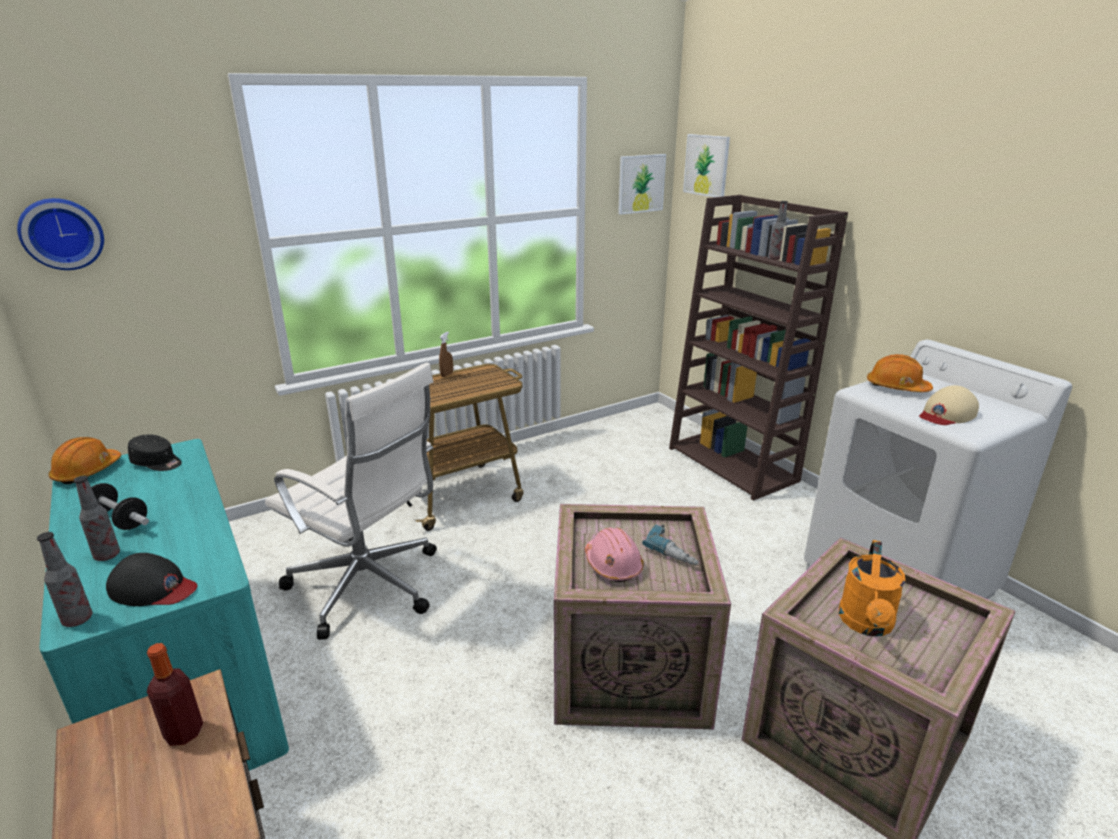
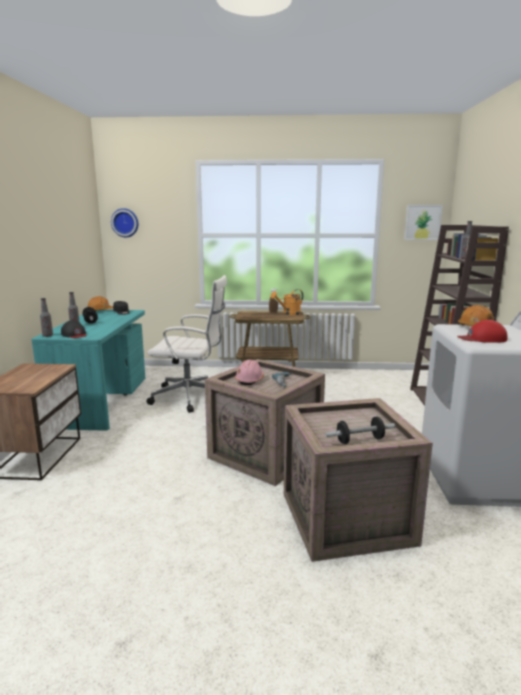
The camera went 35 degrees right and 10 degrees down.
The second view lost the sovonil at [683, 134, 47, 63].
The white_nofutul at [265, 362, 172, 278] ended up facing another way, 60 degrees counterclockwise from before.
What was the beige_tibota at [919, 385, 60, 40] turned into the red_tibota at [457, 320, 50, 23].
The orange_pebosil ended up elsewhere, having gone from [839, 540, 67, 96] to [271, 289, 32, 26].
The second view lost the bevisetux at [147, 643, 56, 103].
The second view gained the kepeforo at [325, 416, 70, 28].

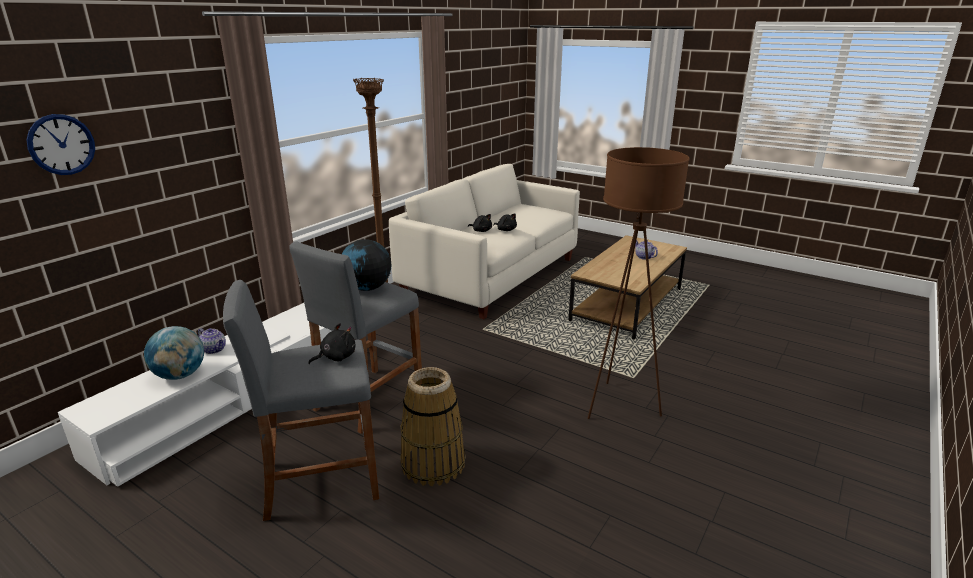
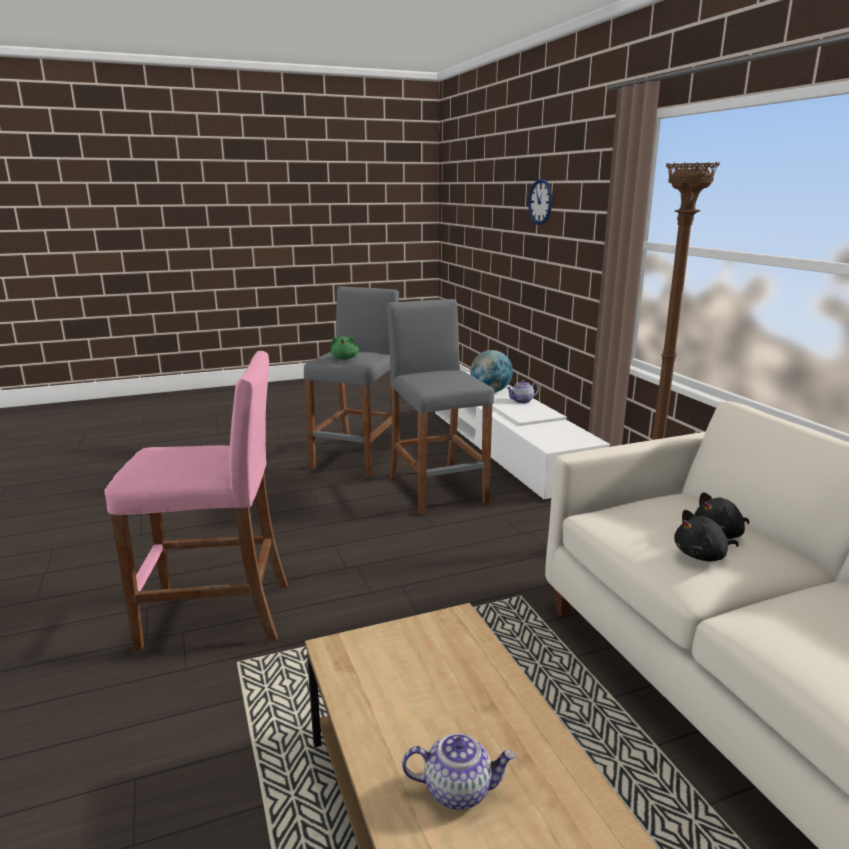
The camera went 125 degrees right and 5 degrees down.
Where the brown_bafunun stood at [588, 147, 101, 272], the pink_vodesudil came to stand at [104, 351, 184, 300].
The second view lost the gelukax at [342, 239, 49, 52].
What was the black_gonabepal at [308, 323, 48, 41] turned into the green_gonabepal at [331, 336, 28, 23].
The second view lost the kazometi at [400, 367, 65, 119].

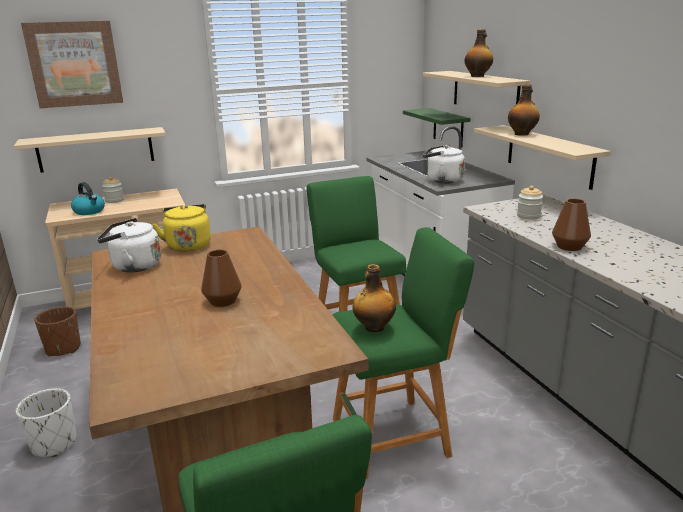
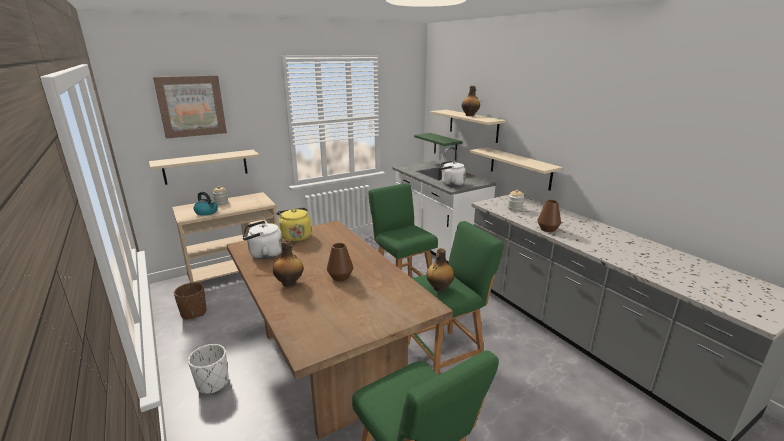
The camera went 10 degrees left and 0 degrees up.
The bevisetux ended up elsewhere, having gone from [508, 84, 32, 52] to [273, 239, 30, 48].

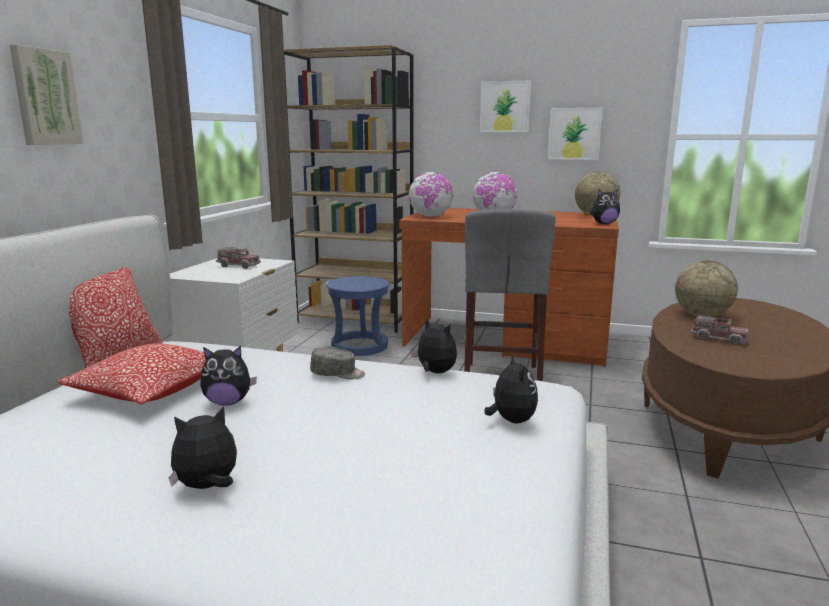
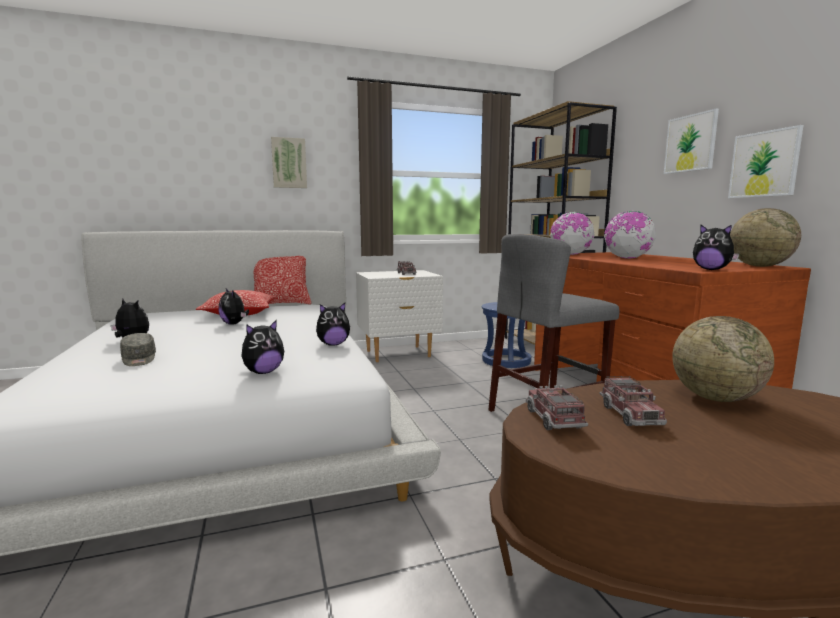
The camera went 55 degrees right and 5 degrees down.
The gonabepal at [410, 317, 47, 56] ended up facing another way, 60 degrees clockwise from before.
The grey_tibota ended up elsewhere, having gone from [310, 346, 55, 33] to [120, 333, 36, 33].
The second view gained the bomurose at [526, 385, 62, 45].

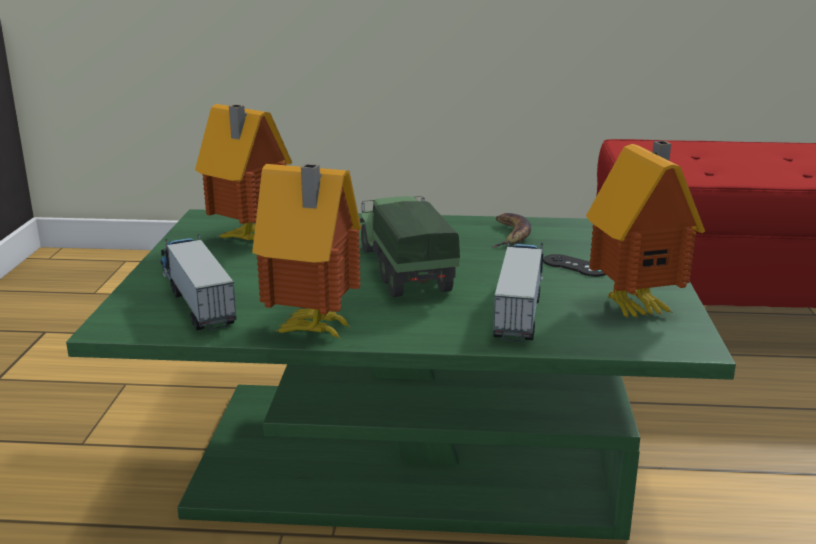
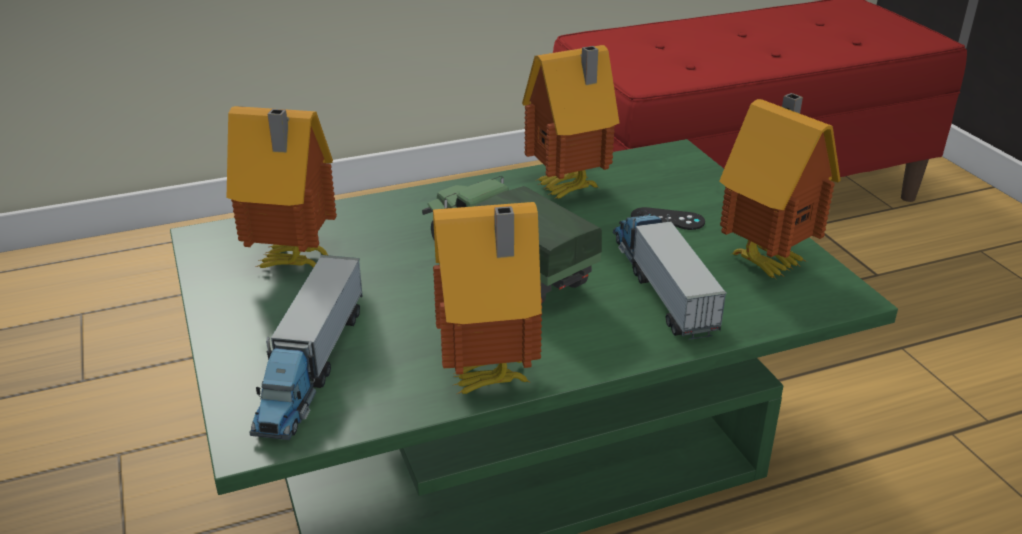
The camera went 25 degrees left and 10 degrees up.
Where the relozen stood at [491, 213, 40, 35], the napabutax came to stand at [522, 45, 97, 154].
The bomurose at [160, 234, 77, 97] ended up facing another way, 120 degrees counterclockwise from before.

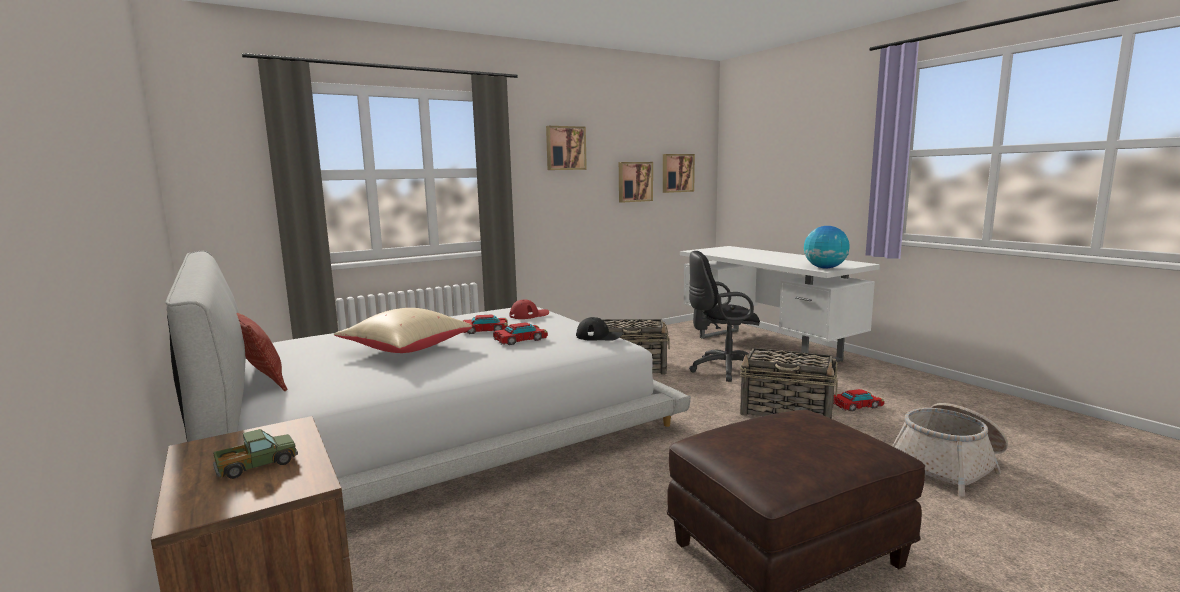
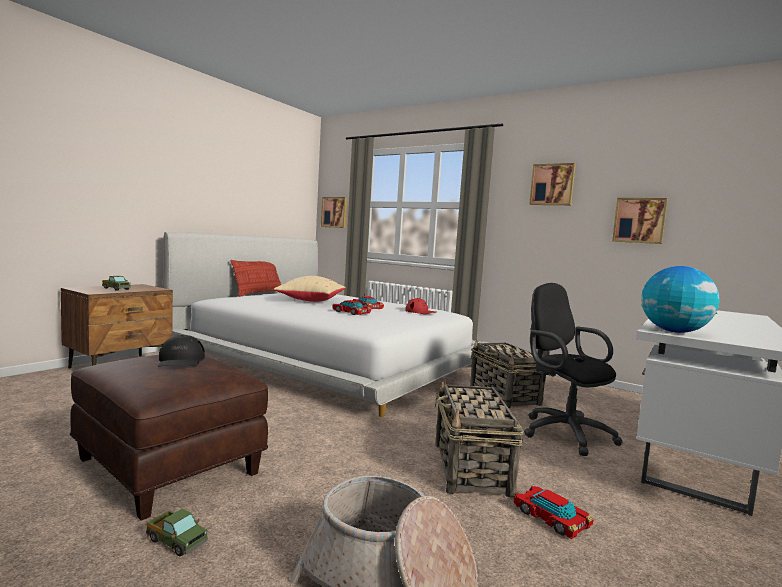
The camera went 65 degrees right and 5 degrees down.
The sovonil ended up elsewhere, having gone from [663, 154, 32, 39] to [321, 197, 27, 31].
The black_tibota ended up elsewhere, having gone from [576, 317, 47, 24] to [158, 335, 47, 32].
The second view gained the bomurose at [146, 508, 62, 48].

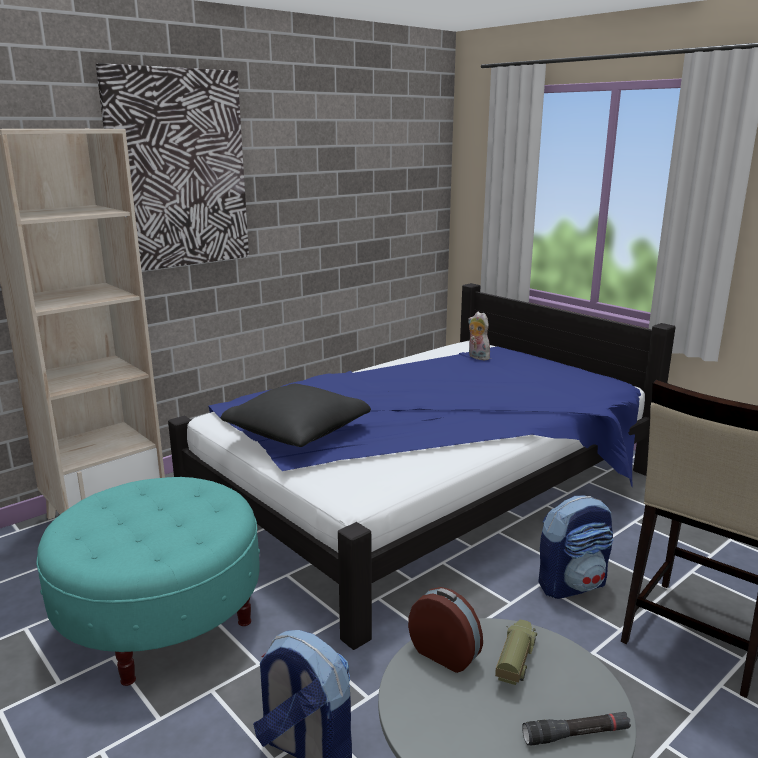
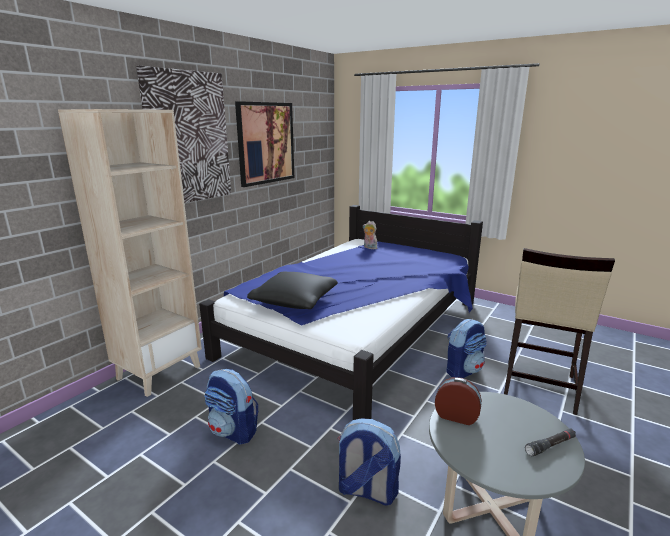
The camera went 15 degrees left and 0 degrees up.
Where the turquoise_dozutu stood at [36, 477, 224, 209], the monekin came to stand at [205, 369, 53, 76].
The second view lost the bomurose at [495, 620, 42, 65].
The second view gained the sovonil at [235, 101, 59, 86].

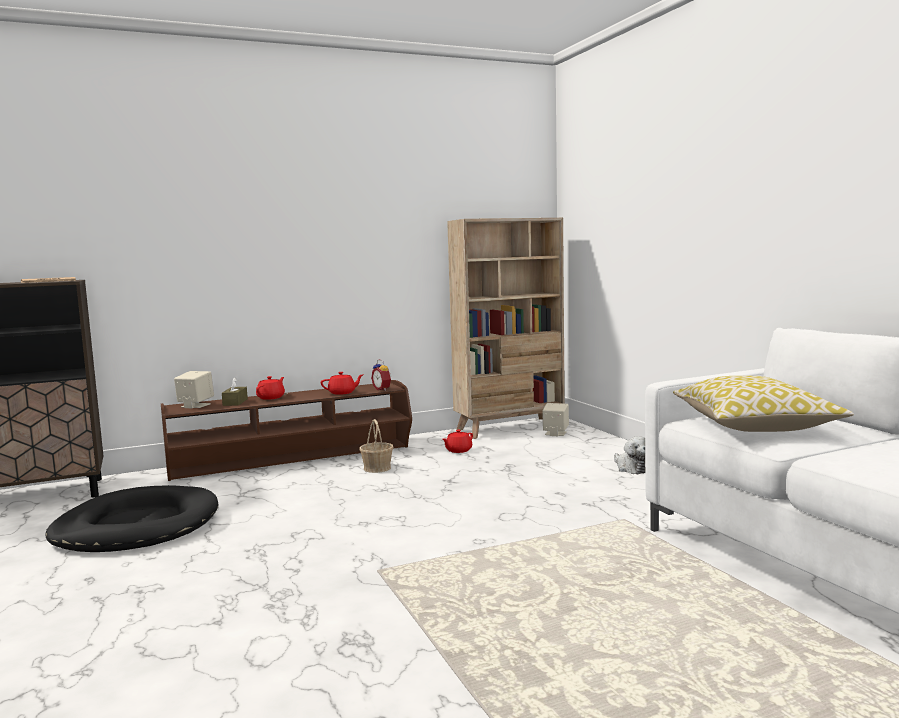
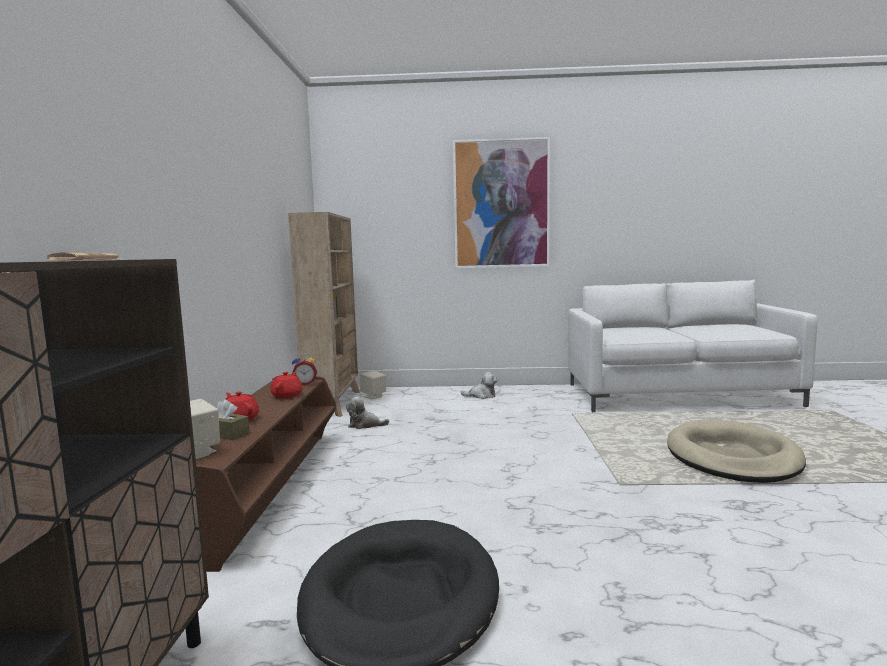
The camera went 65 degrees left and 0 degrees up.
The second view lost the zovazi at [673, 376, 181, 56].
The second view lost the kazometi at [359, 419, 34, 54].
Where the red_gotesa stood at [443, 430, 30, 23], the gonabepal came to stand at [346, 397, 43, 32].
The second view gained the sovonil at [453, 137, 97, 131].
The second view gained the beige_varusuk at [667, 420, 139, 63].

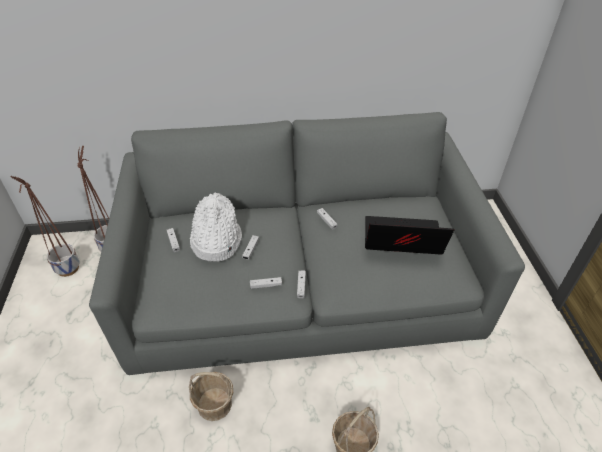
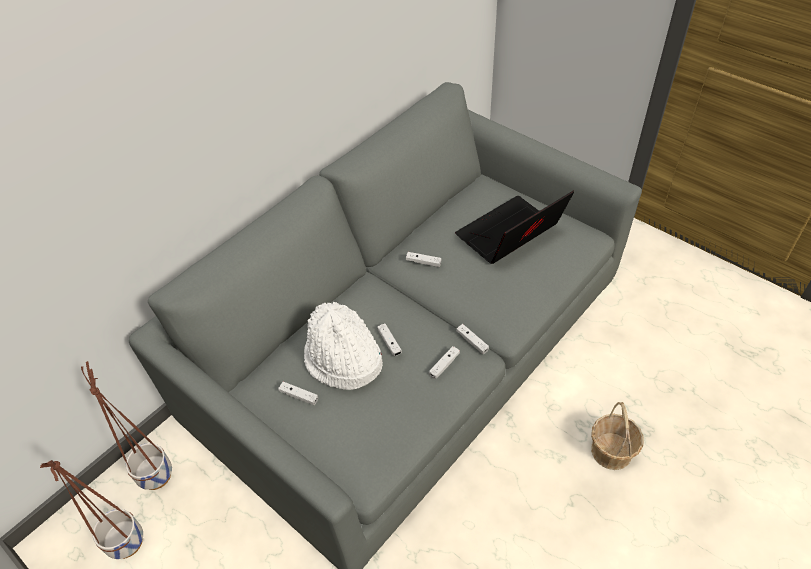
The camera went 40 degrees left and 5 degrees up.
The second view lost the kazometi at [189, 372, 44, 49].

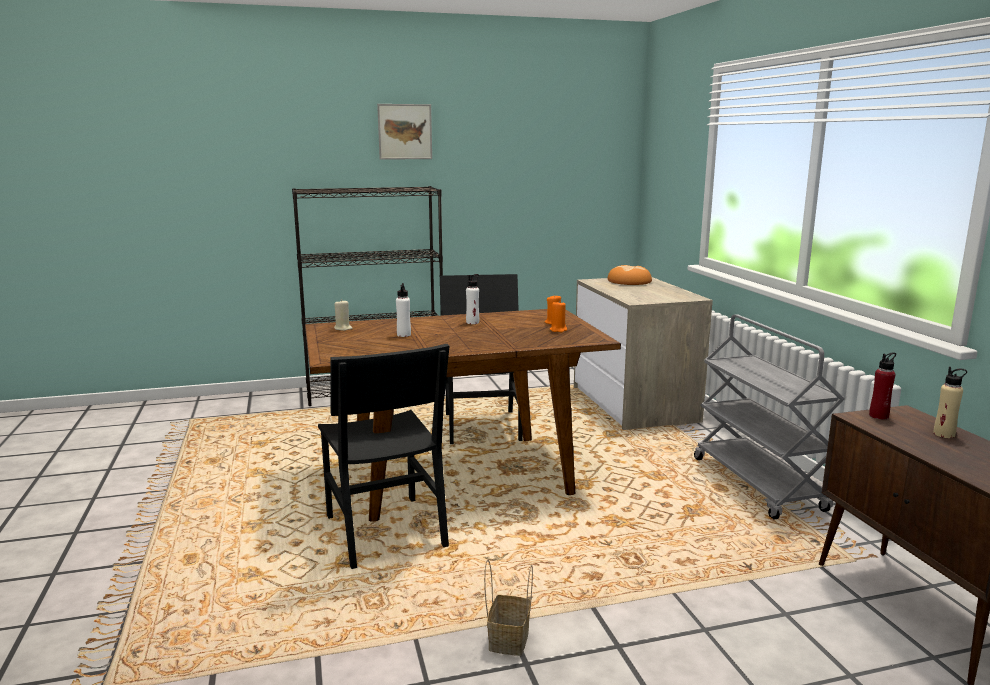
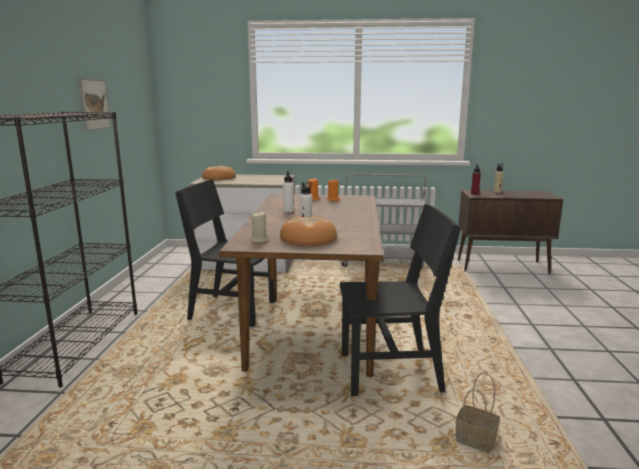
The camera went 70 degrees left and 0 degrees up.
The sovonil ended up elsewhere, having gone from [377, 104, 55, 56] to [78, 78, 34, 53].
The kazometi ended up elsewhere, having gone from [484, 559, 49, 97] to [456, 372, 44, 81].
The second view gained the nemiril at [280, 216, 57, 29].

